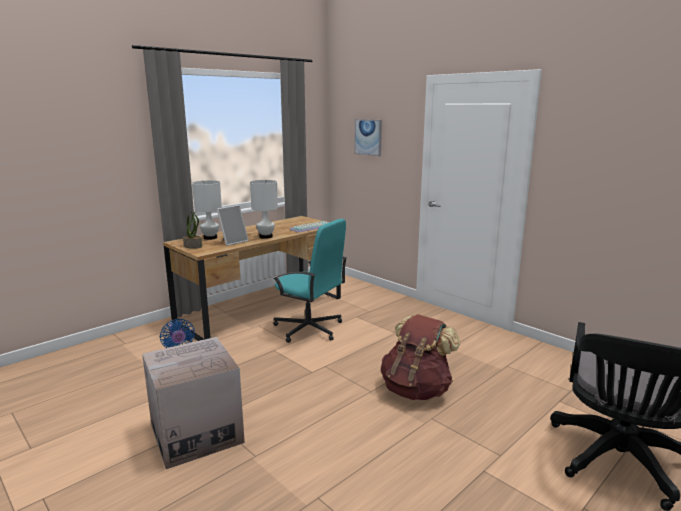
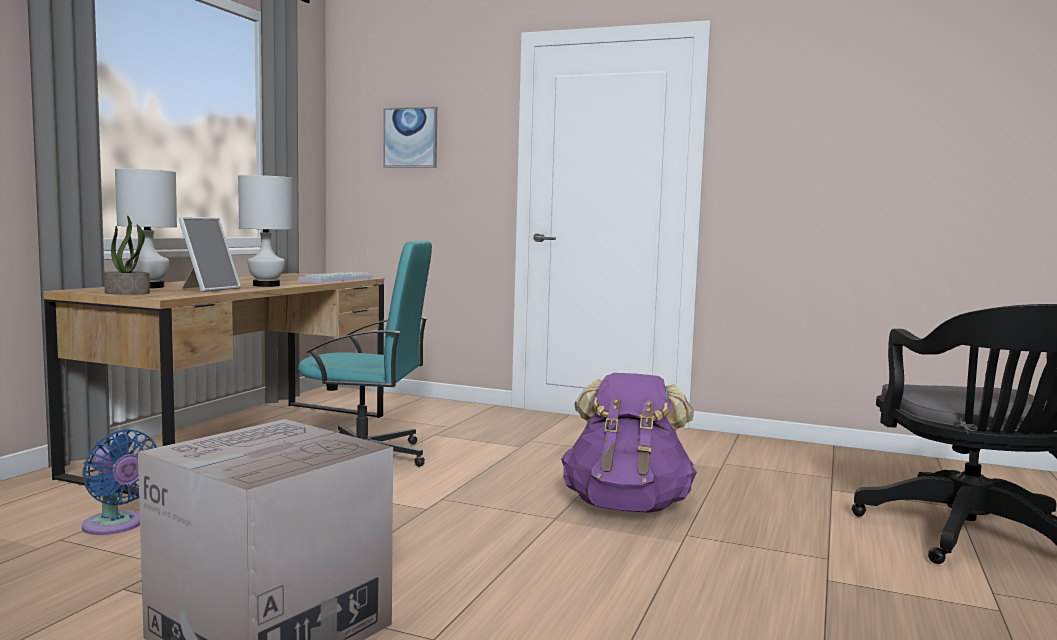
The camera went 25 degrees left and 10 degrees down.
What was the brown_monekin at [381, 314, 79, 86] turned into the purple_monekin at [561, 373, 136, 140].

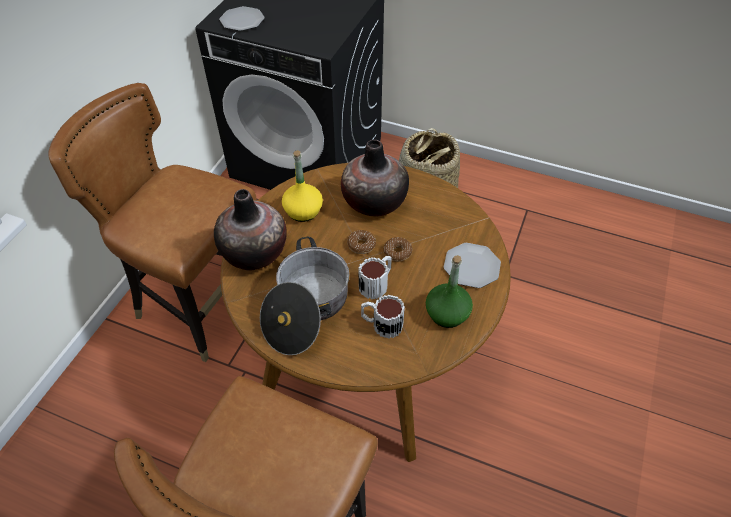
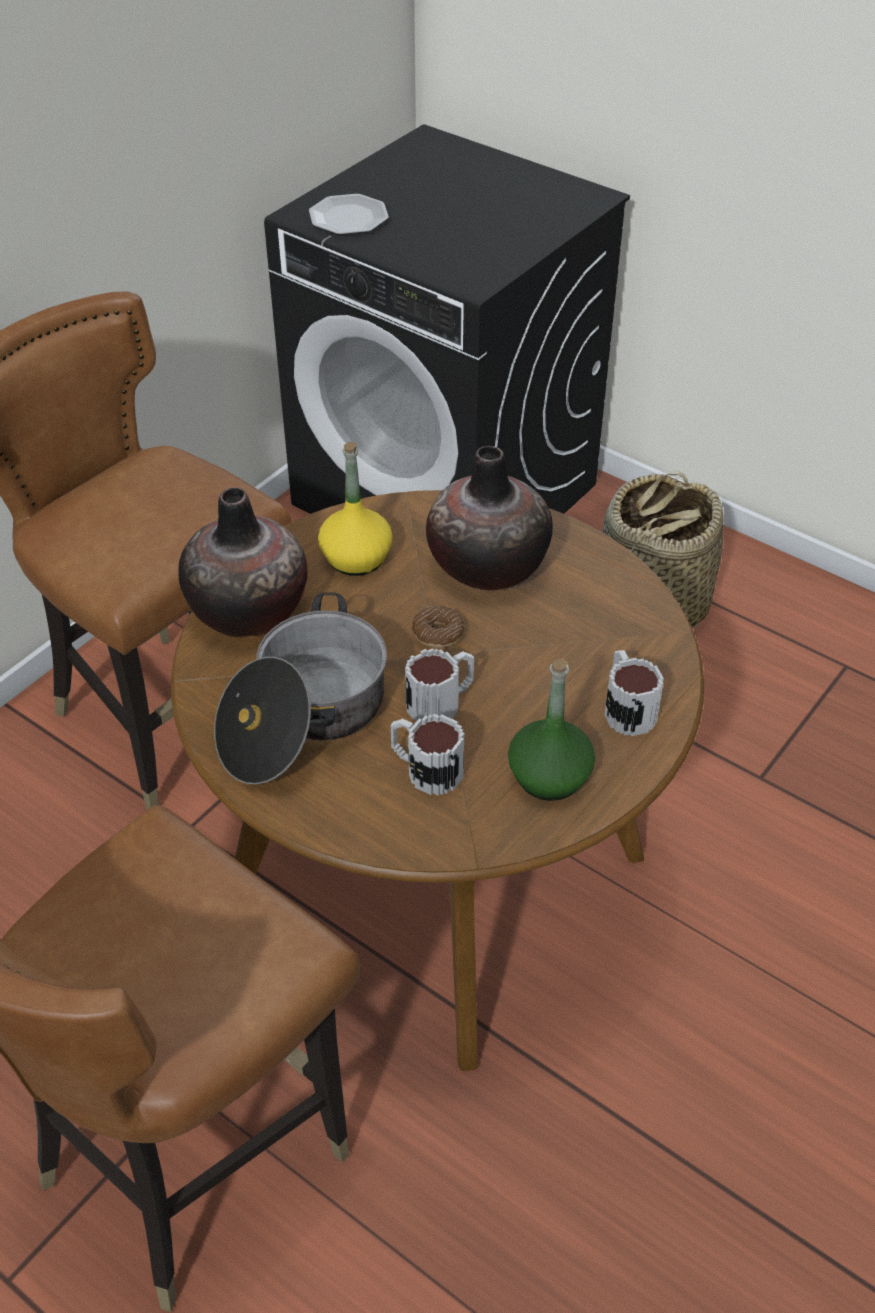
The camera went 15 degrees right and 5 degrees down.
The second view lost the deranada at [383, 237, 29, 25].
Where the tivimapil stood at [444, 243, 57, 45], the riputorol came to stand at [604, 650, 60, 86].

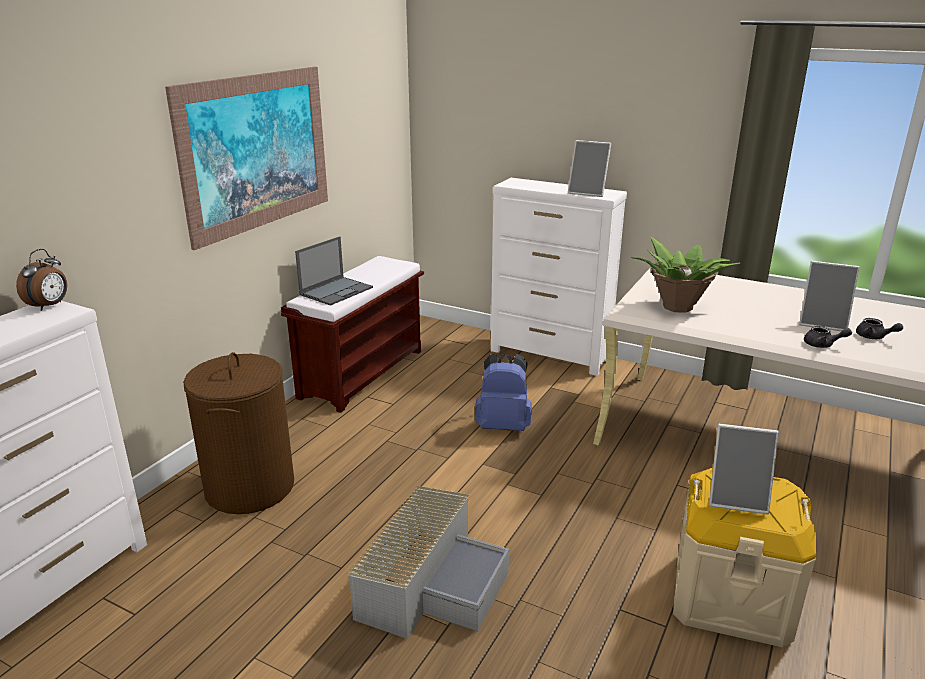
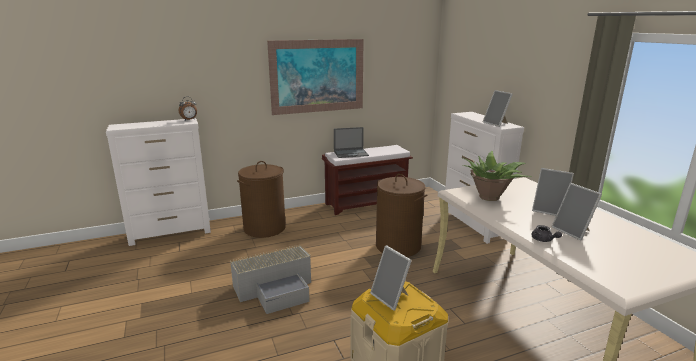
The camera went 40 degrees right and 5 degrees down.
The second view lost the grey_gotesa at [856, 318, 47, 21].
Where the blue_monekin stood at [475, 353, 57, 78], the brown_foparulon came to stand at [376, 174, 51, 83].
The second view gained the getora at [532, 168, 42, 48].

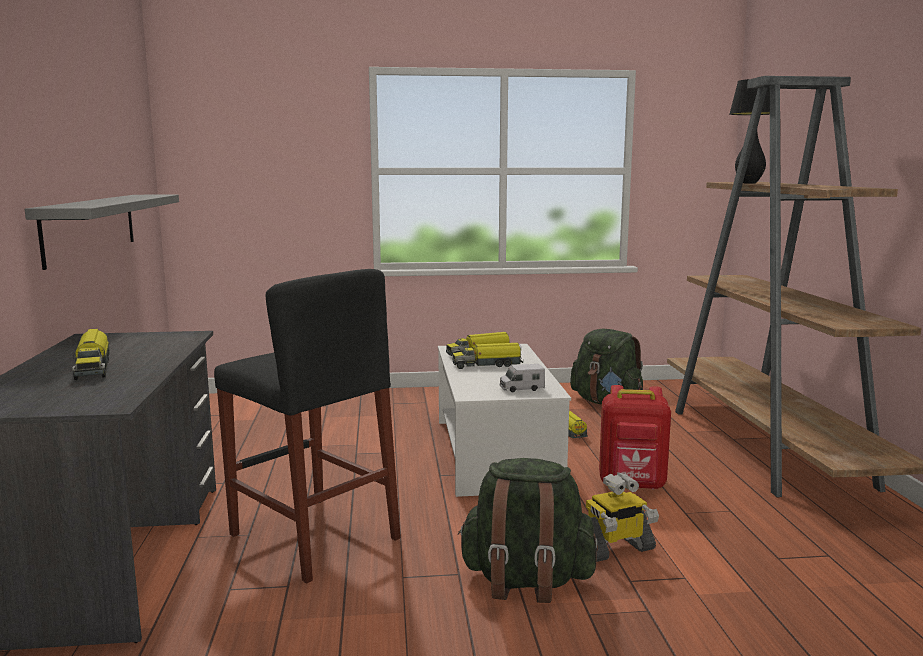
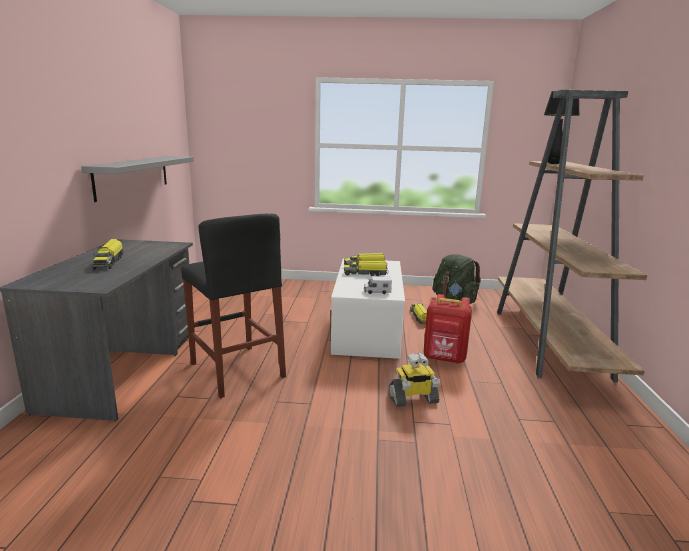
The camera went 10 degrees right and 5 degrees up.
The second view lost the green_monekin at [458, 458, 140, 145].

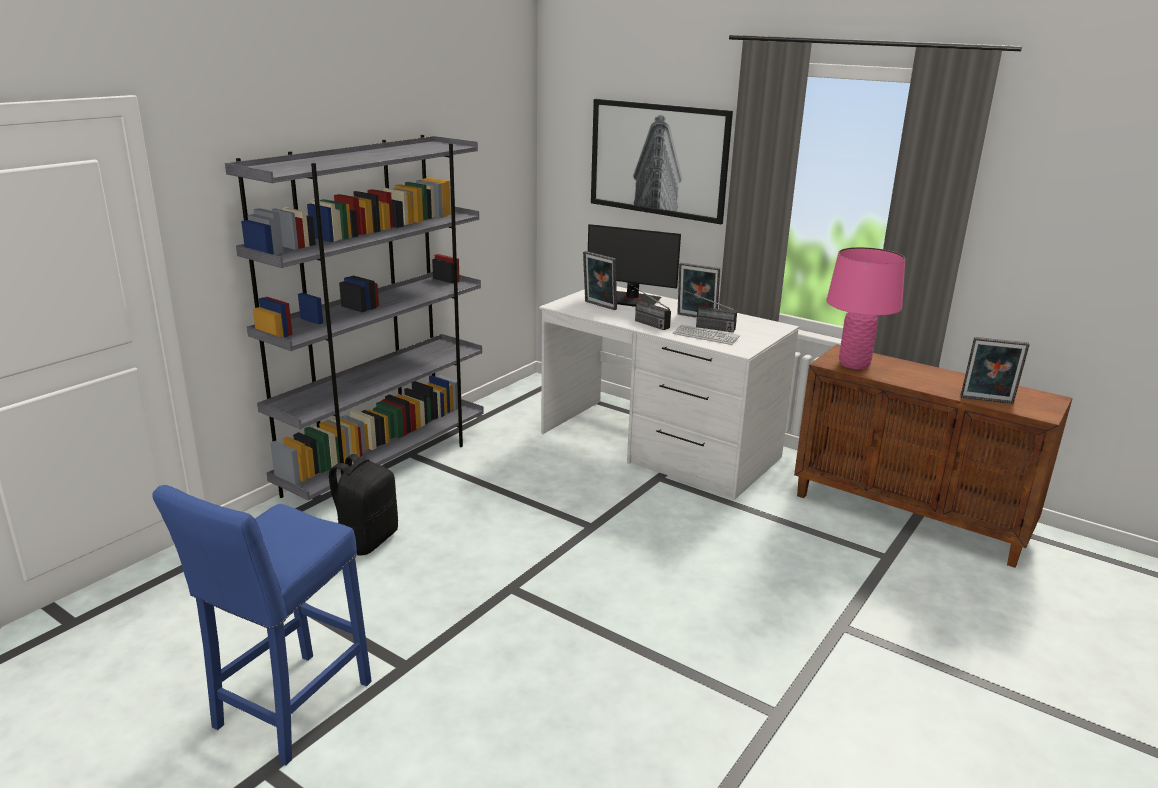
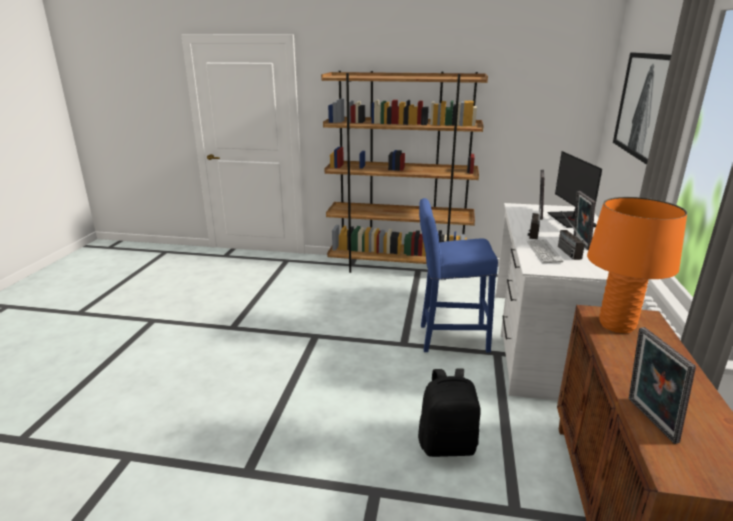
The camera went 65 degrees right and 0 degrees up.
What was the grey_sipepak at [225, 135, 259, 365] turned into the brown_sipepak at [321, 71, 167, 209].
What was the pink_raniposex at [826, 247, 79, 122] turned into the orange_raniposex at [587, 197, 100, 136].
The black_monekin ended up elsewhere, having gone from [329, 454, 69, 101] to [418, 368, 63, 89].
The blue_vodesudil ended up elsewhere, having gone from [152, 485, 220, 280] to [419, 198, 79, 155].

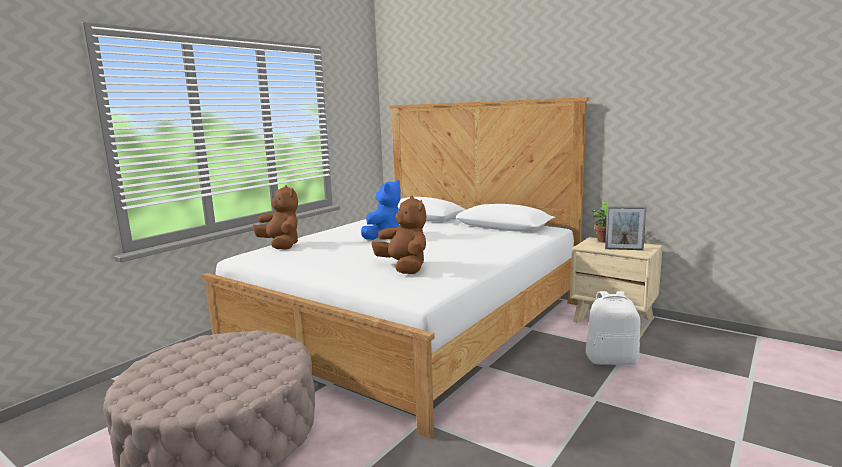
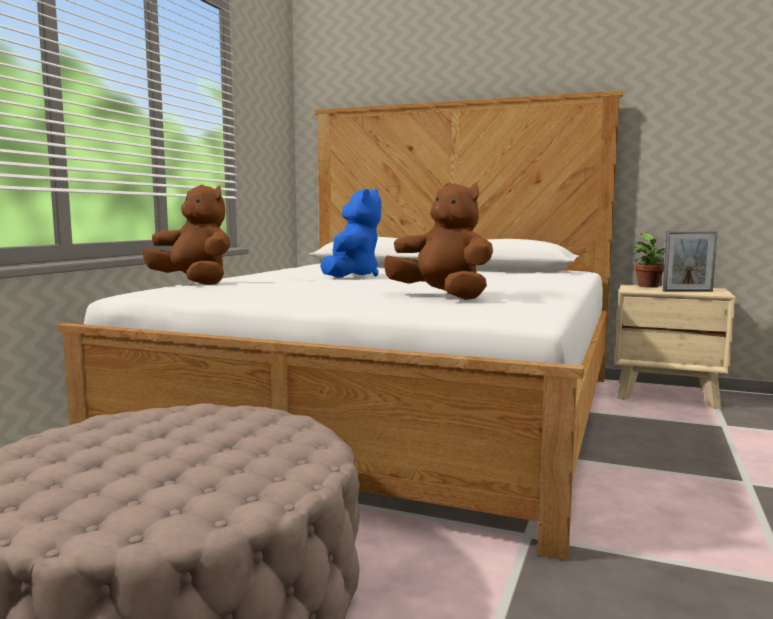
The camera went 15 degrees left and 5 degrees down.
The second view lost the white_monekin at [586, 291, 54, 74].

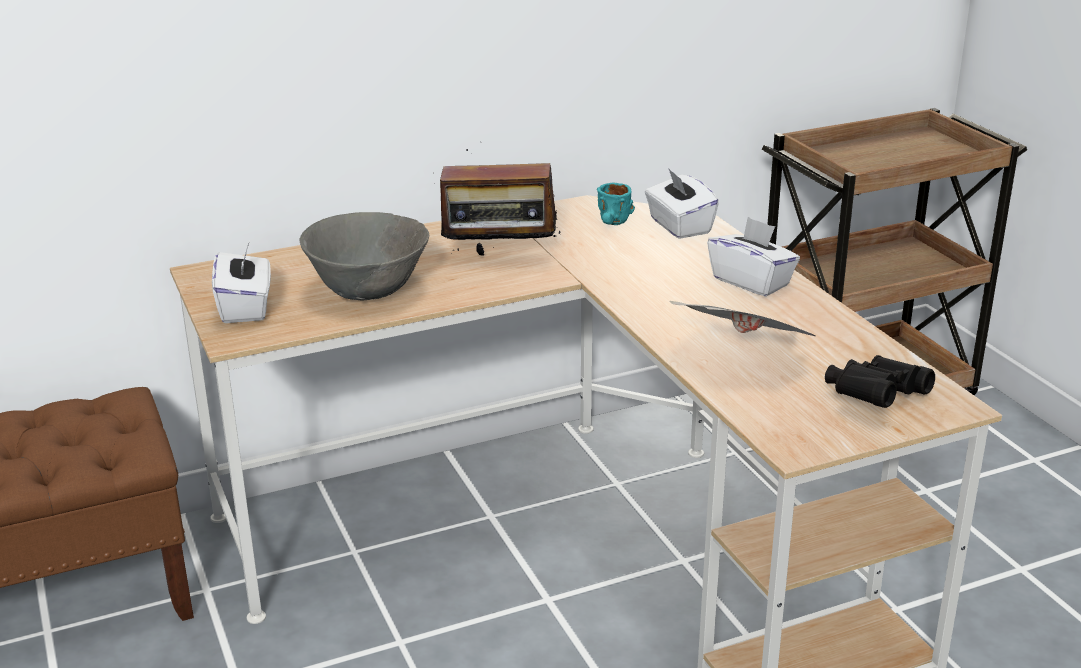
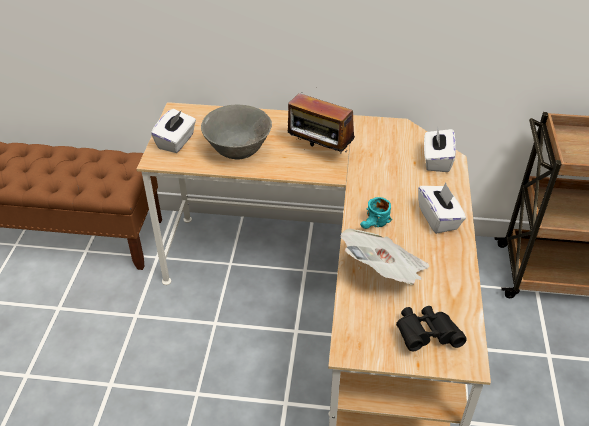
The camera went 30 degrees right and 15 degrees up.
The turquoise_riputorol ended up elsewhere, having gone from [597, 183, 38, 42] to [360, 197, 32, 32].

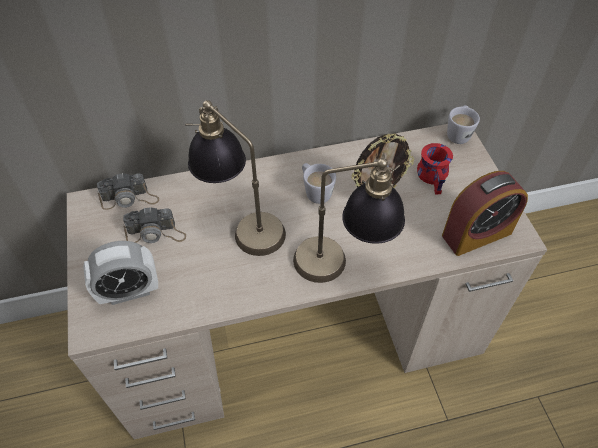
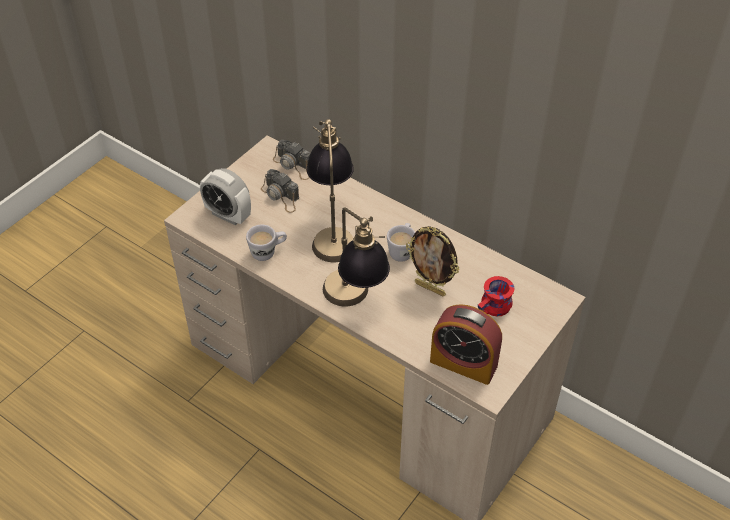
The camera went 50 degrees right and 5 degrees down.
The white_riputorol ended up elsewhere, having gone from [447, 105, 33, 39] to [246, 225, 41, 36].

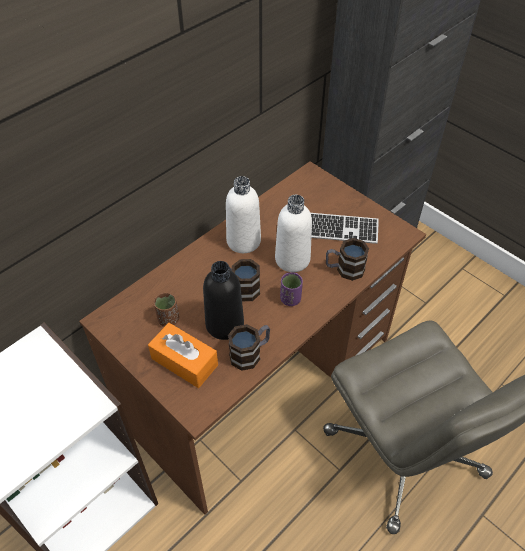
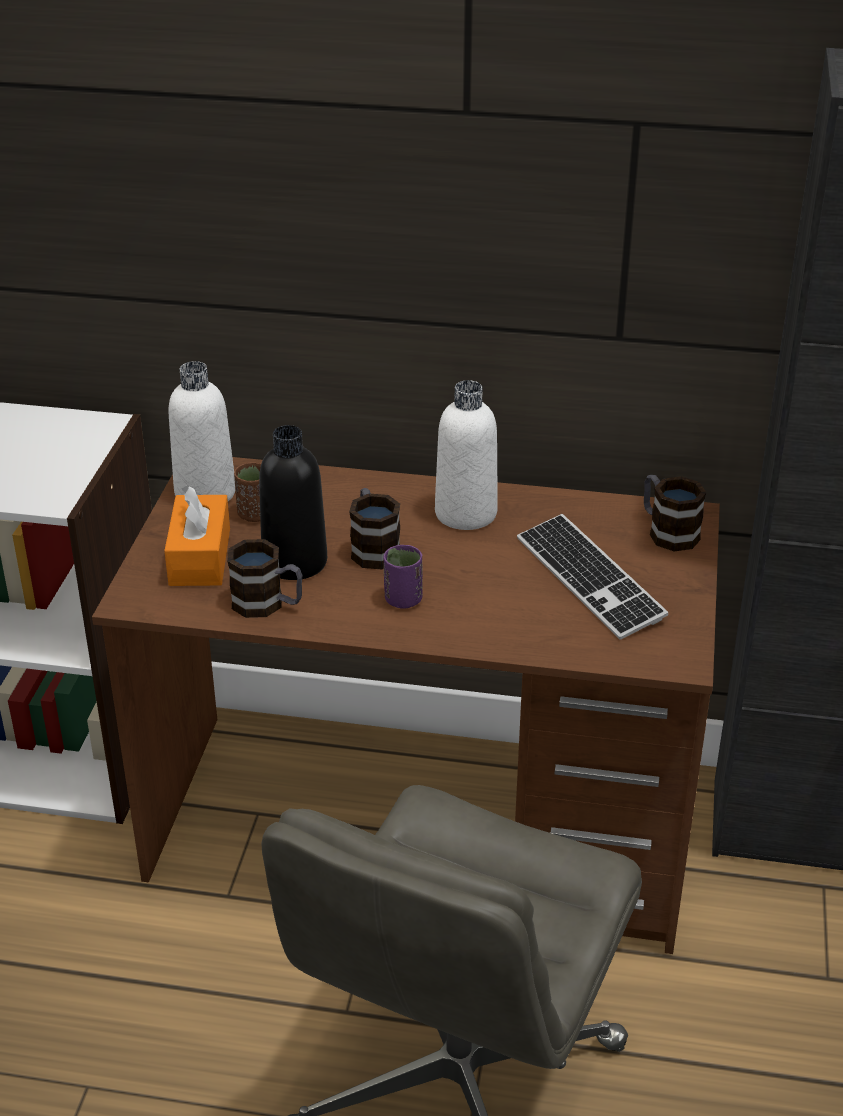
The camera went 55 degrees right and 15 degrees down.
The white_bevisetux ended up elsewhere, having gone from [275, 195, 37, 77] to [169, 361, 66, 140].
The riputorol ended up elsewhere, having gone from [326, 238, 43, 43] to [644, 475, 62, 76].

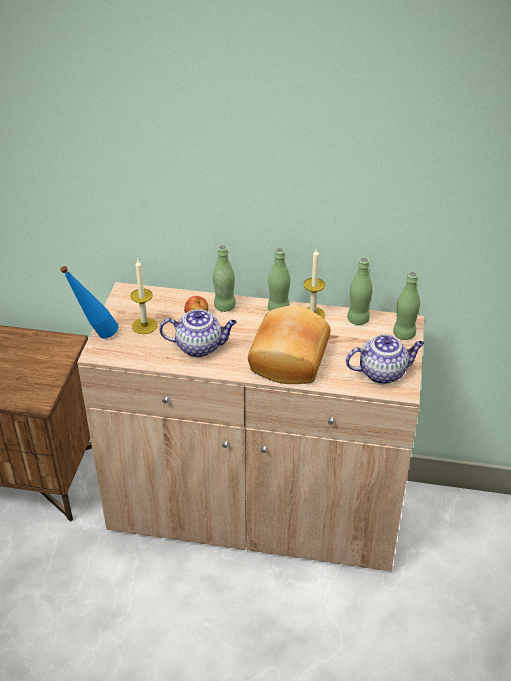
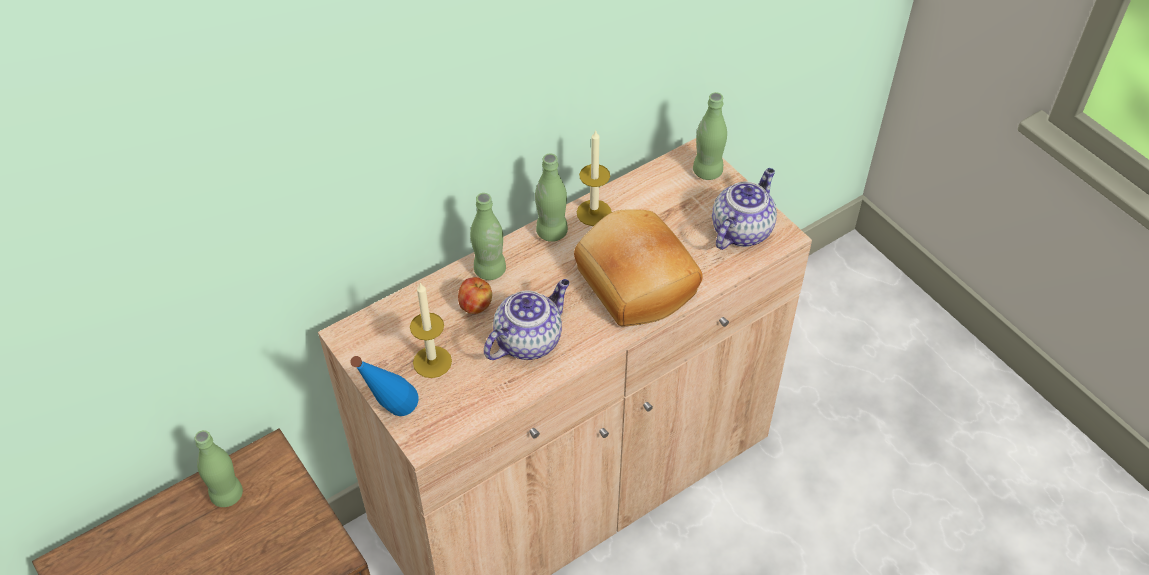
The camera went 45 degrees left and 10 degrees up.
The green_bevisetux ended up elsewhere, having gone from [347, 257, 26, 68] to [195, 430, 48, 77].

